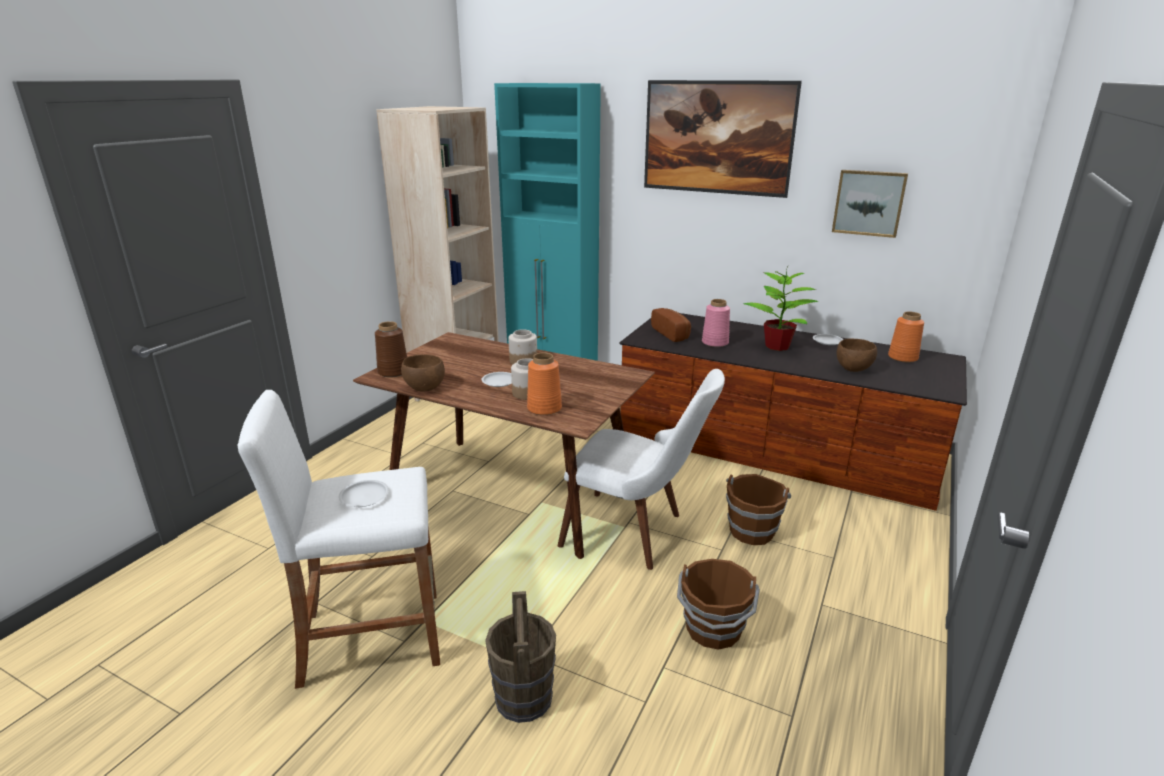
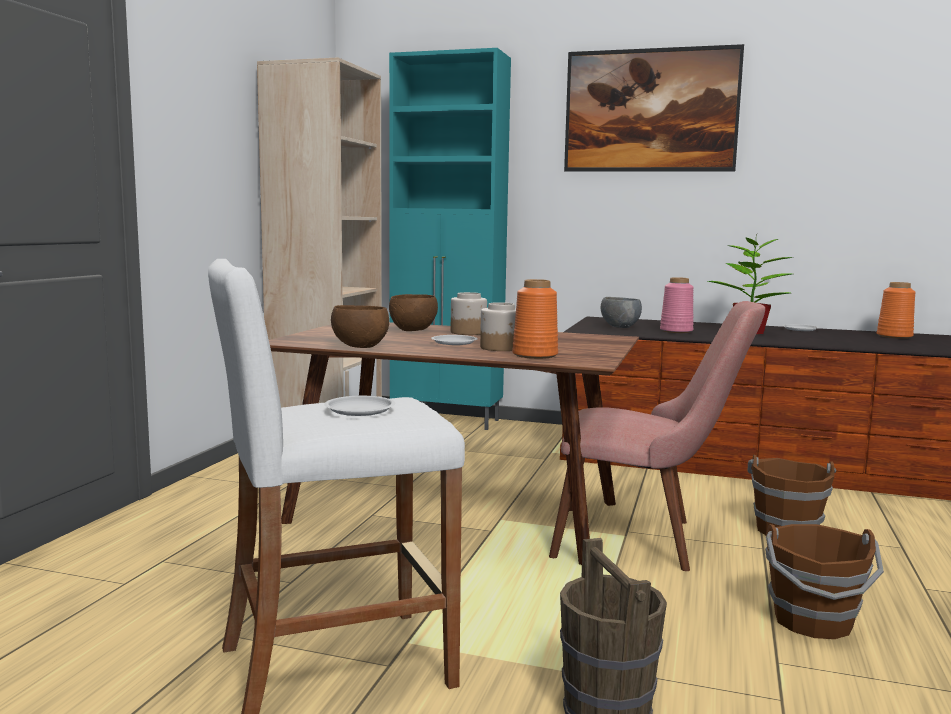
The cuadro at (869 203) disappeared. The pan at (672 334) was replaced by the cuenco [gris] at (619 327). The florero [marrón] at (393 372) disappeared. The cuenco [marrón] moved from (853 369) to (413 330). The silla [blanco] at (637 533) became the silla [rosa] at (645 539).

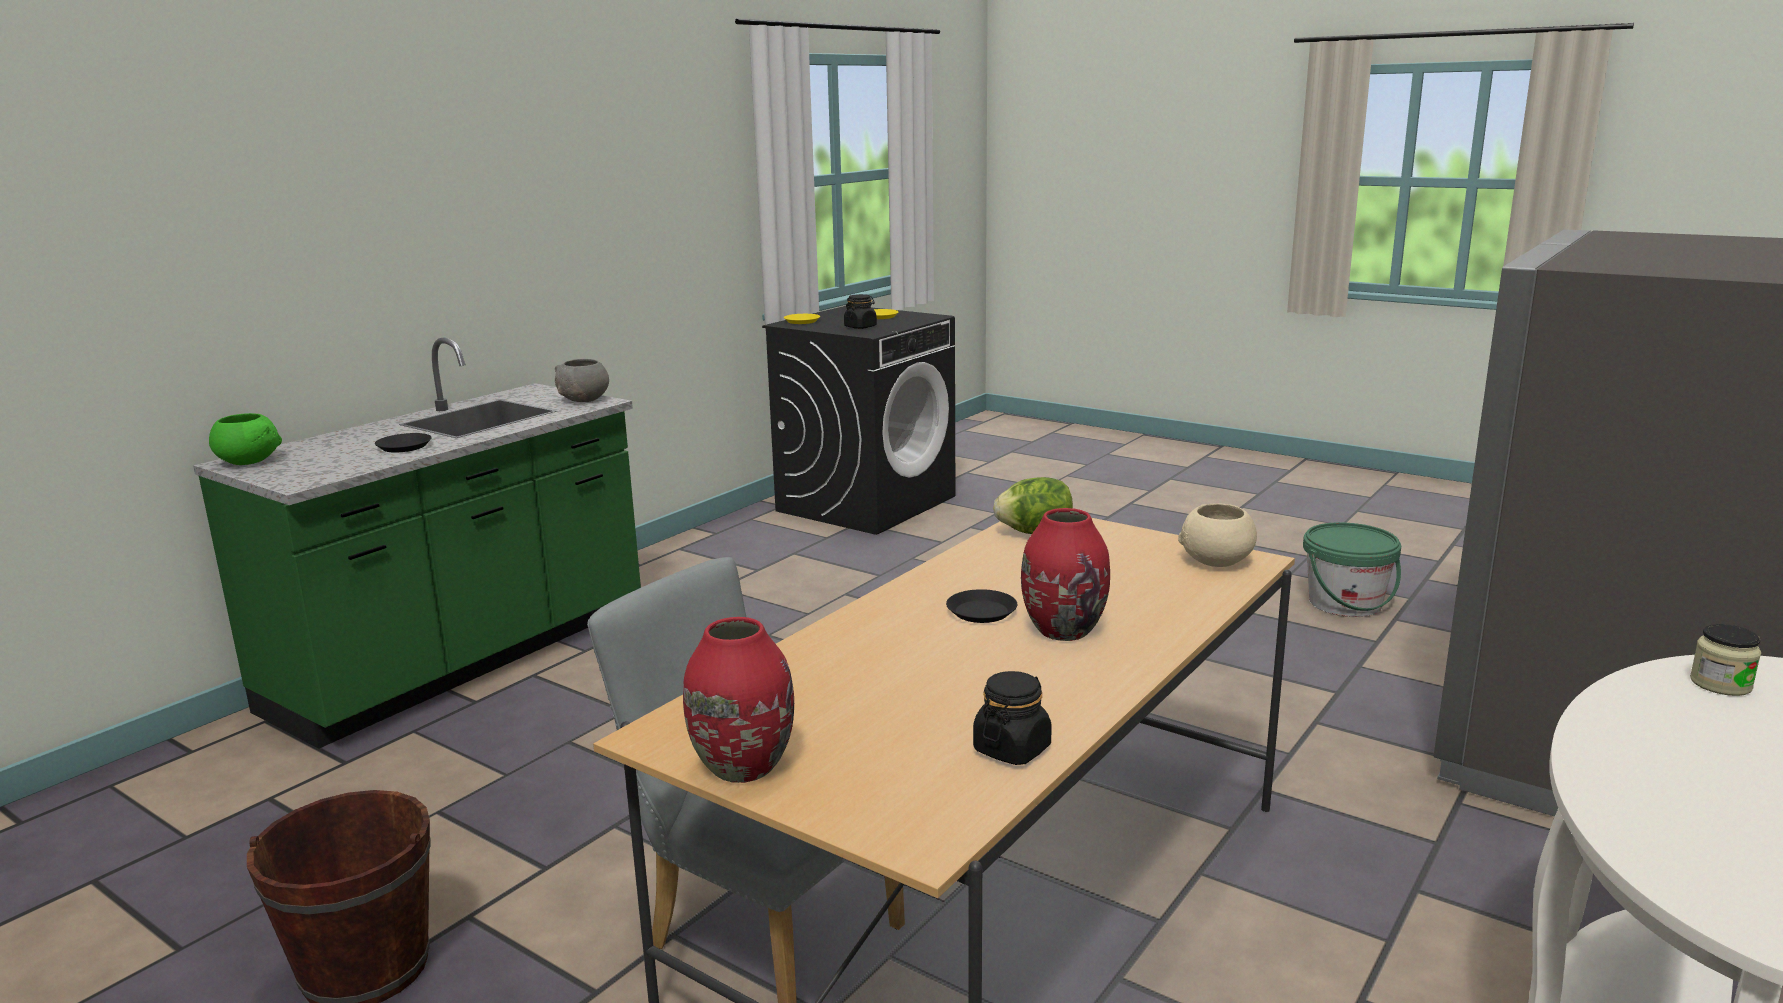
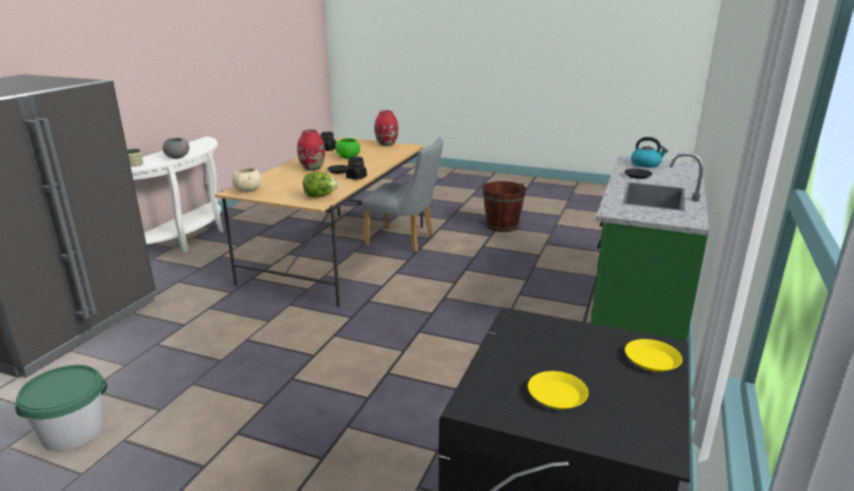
The tarro [negro] moved from (860 327) to (356 177). The cuenco [gris] moved from (584 400) to (177 157). The cuenco [verde] moved from (248 462) to (348 157). The hervidor at (646 164) appeared.

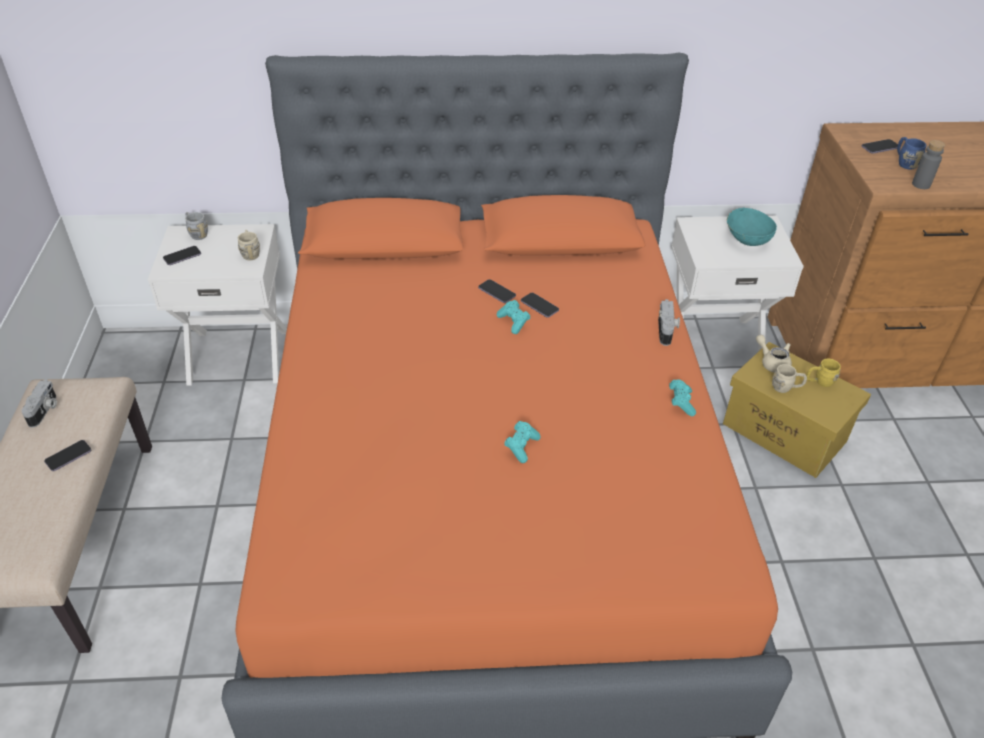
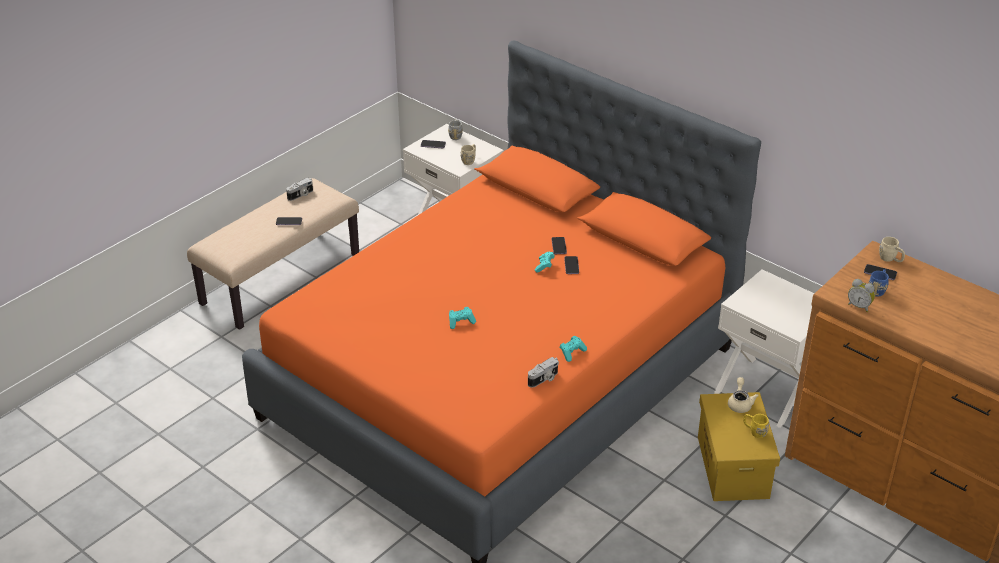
The botella [gris] at (921 184) was replaced by the despertador at (859 306). The cuenco [turquesa] at (746 239) disappeared. The cámara moved from (667 330) to (544 379). The taza grande [beis] moved from (786 388) to (890 259).

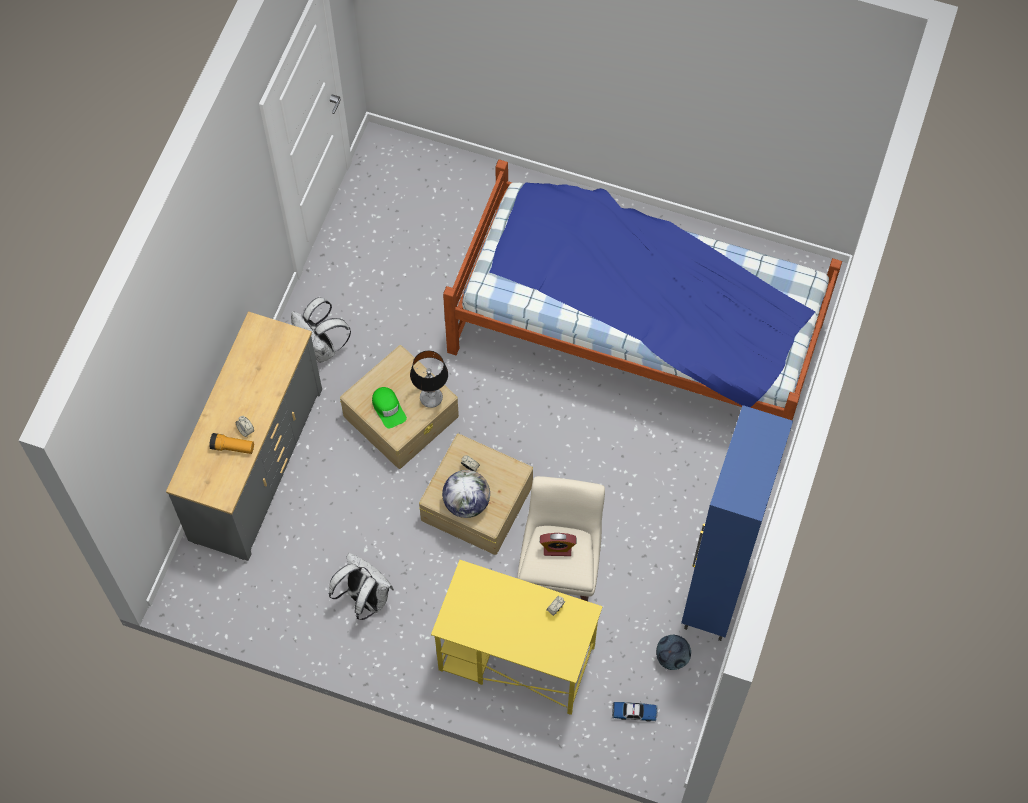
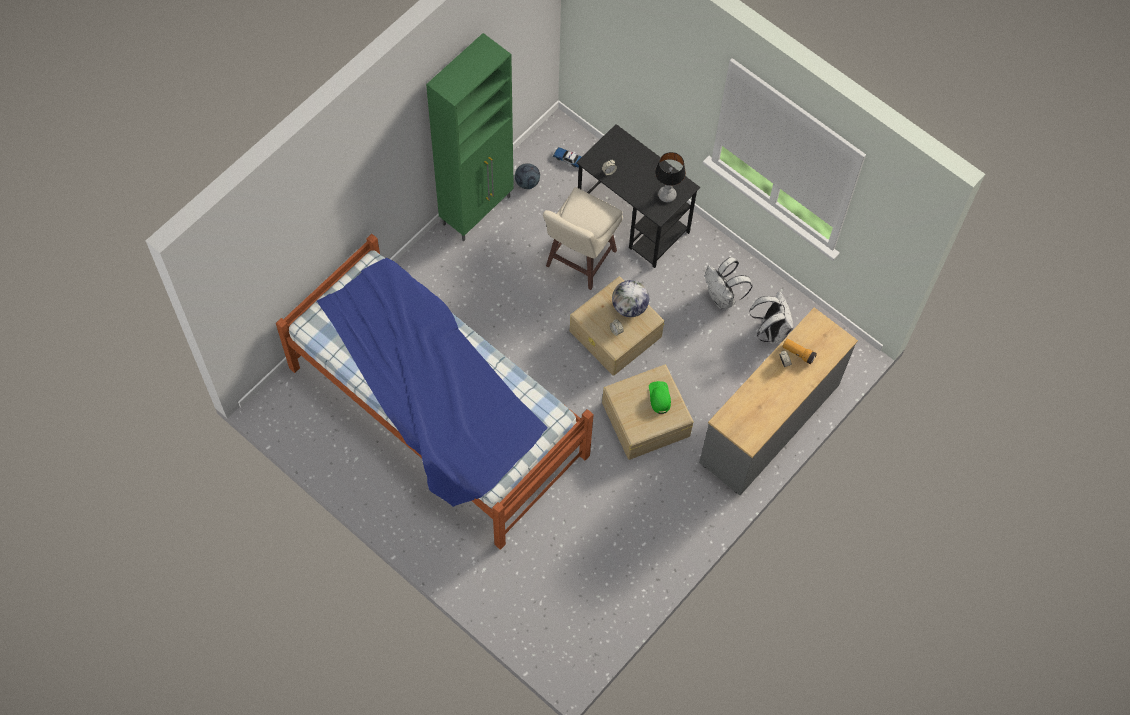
The mochila [blanco] moved from (321 348) to (771 331). The lámpara de mesa moved from (431 397) to (667 195). The armario [azul] at (714 594) became the armario [verde] at (477 210). The despertador at (557 549) disappeared. The escritorio [amarillo] at (515 658) became the escritorio [negro] at (633 220).

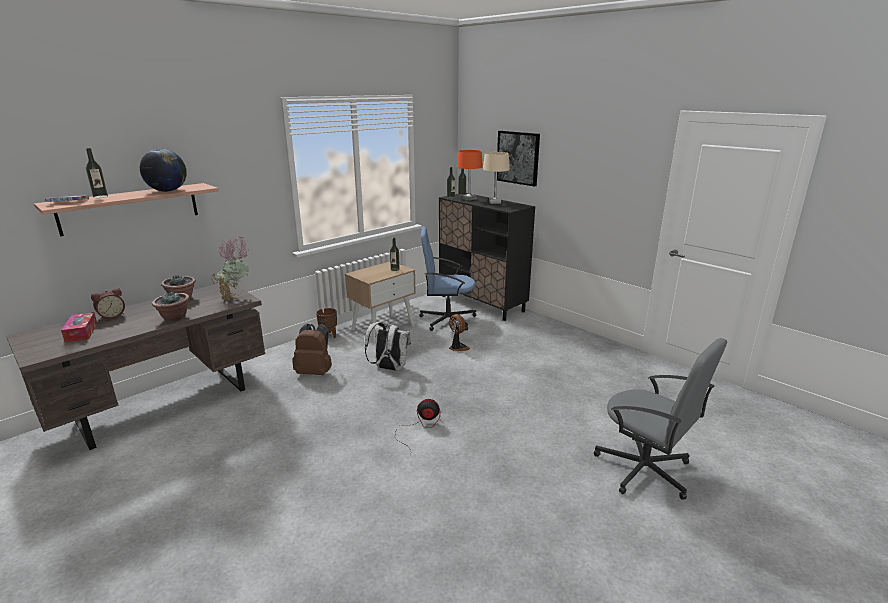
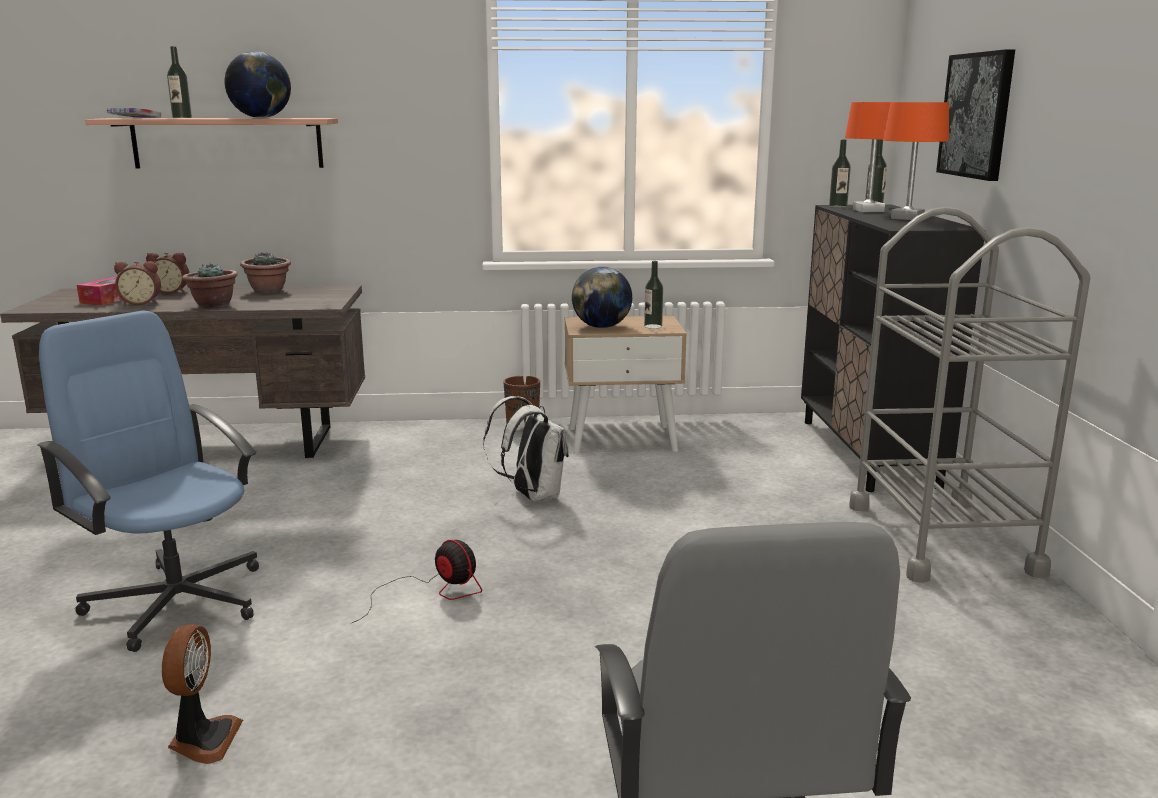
The lámpara de mesa [beis] at (494 202) became the lámpara de mesa [naranja] at (907 218). The silla de oficina [azul] moved from (447 320) to (177 600). The planta en maceta at (236 297) disappeared. The ventilador moved from (457 347) to (203 740). The mochila [marrón] at (315 372) disappeared. The carrito [gris] at (941 538) appeared. The despertador at (141 303) appeared. The globo terráqueo at (601 327) appeared.

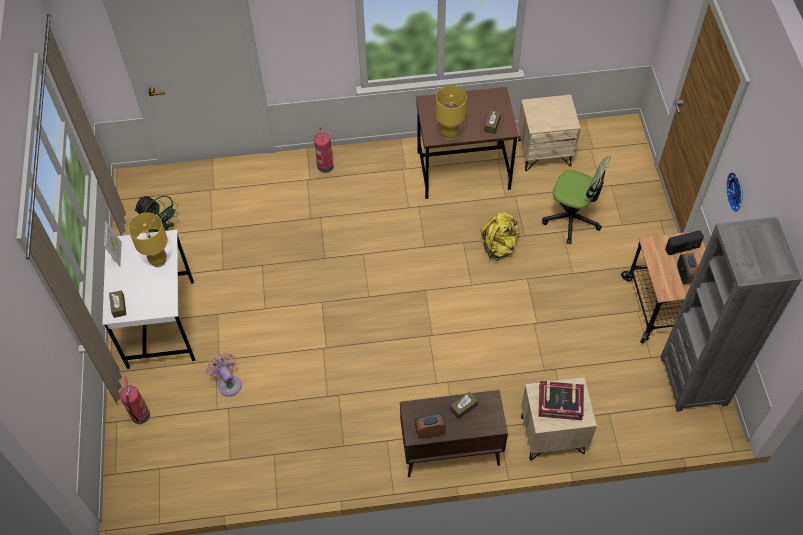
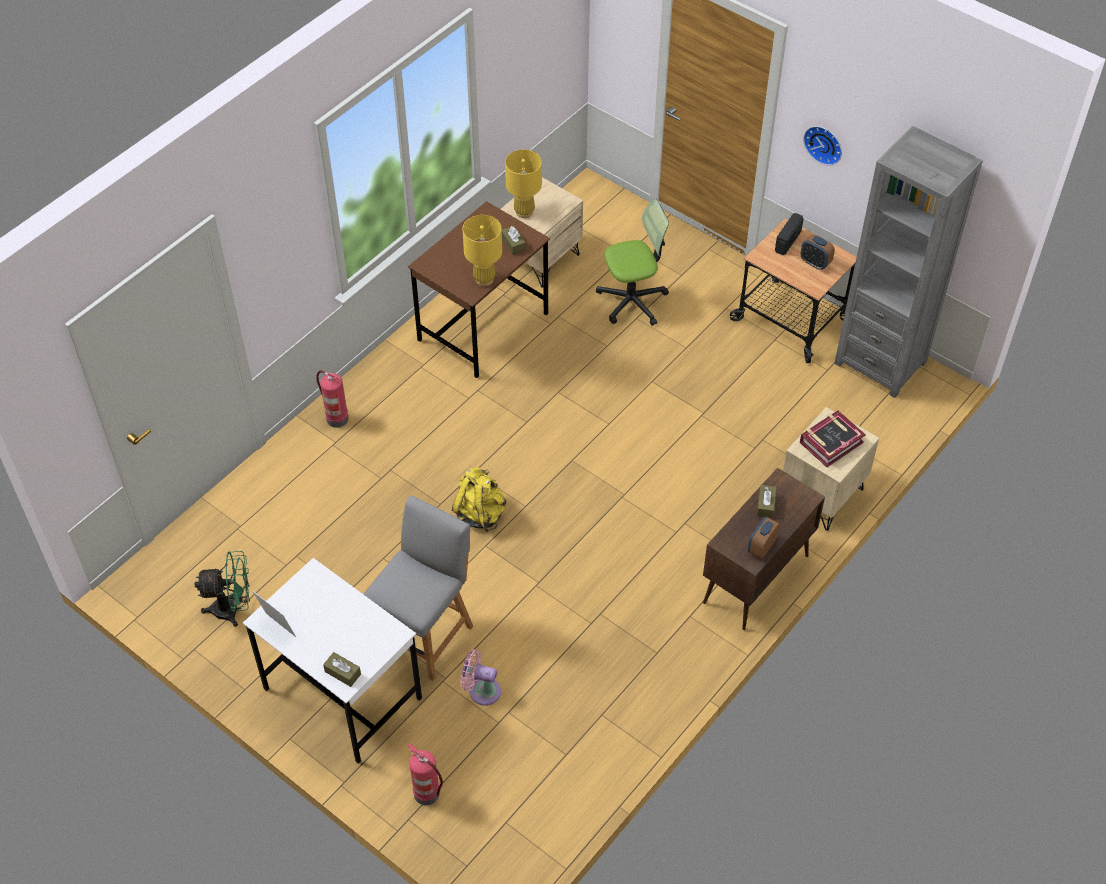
The lámpara de mesa [amarillo] moved from (158 260) to (524 212). The mochila [amarillo] moved from (499 246) to (480 513). The silla [gris] at (425 633) appeared.

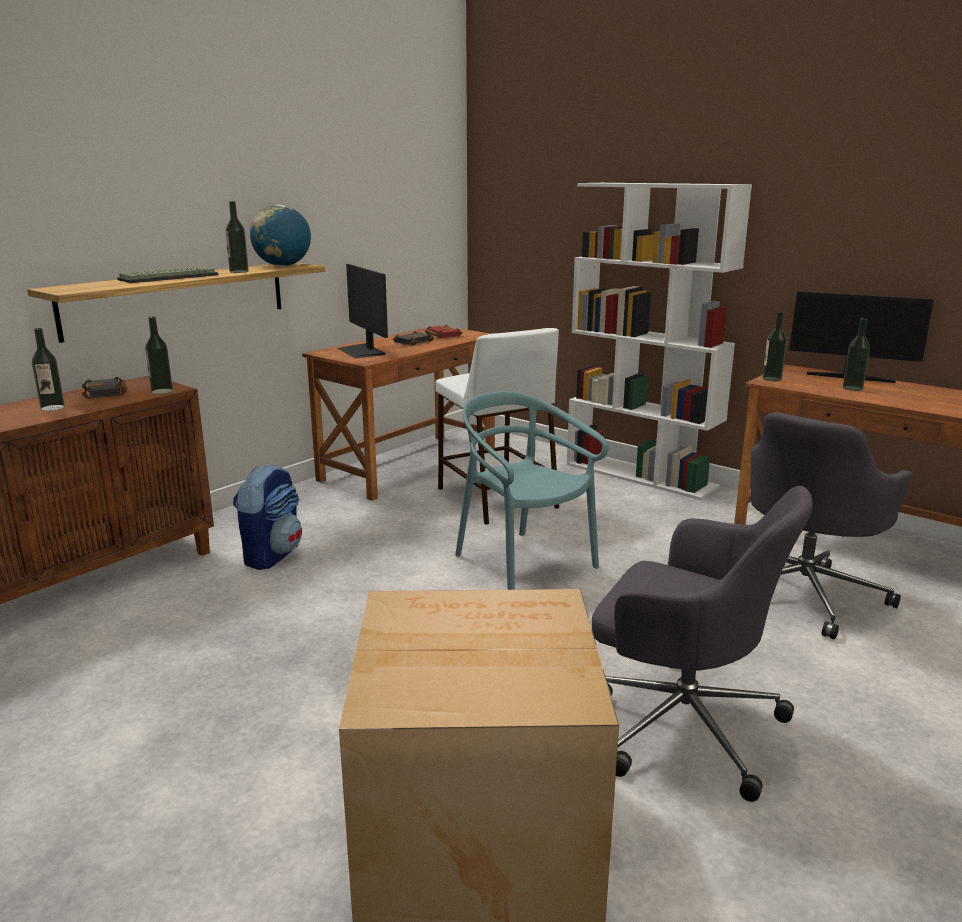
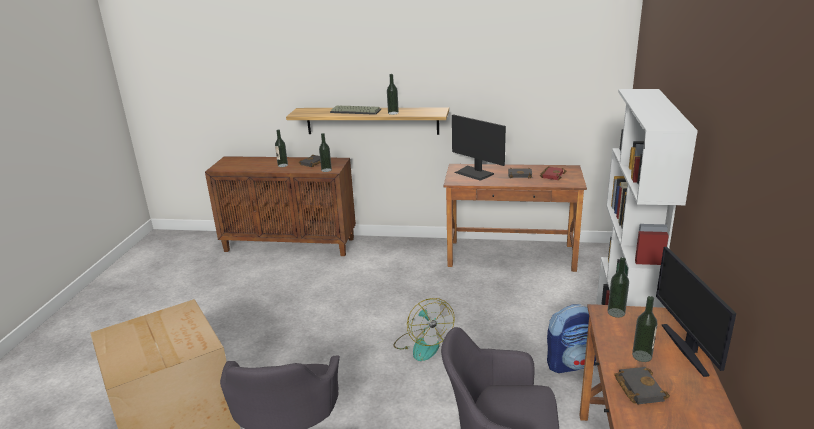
The globo terráqueo at (283 266) disappeared. The monitor at (362 351) turned 75 degrees counterclockwise. The taburete [blanco] at (495 497) disappeared. The silla [turquesa] at (523 564) was replaced by the ventilador at (422 344). The mochila moved from (271 555) to (571 363). The libro [negro] at (638 388) appeared.

